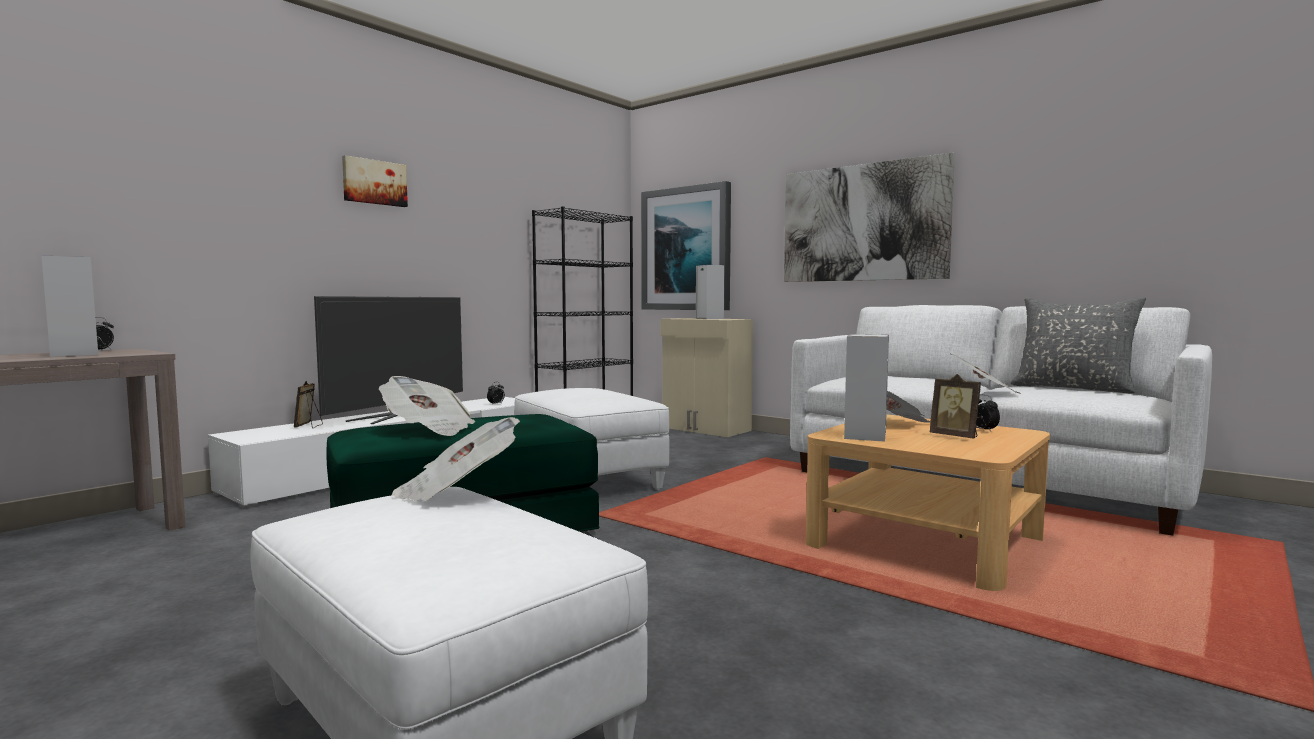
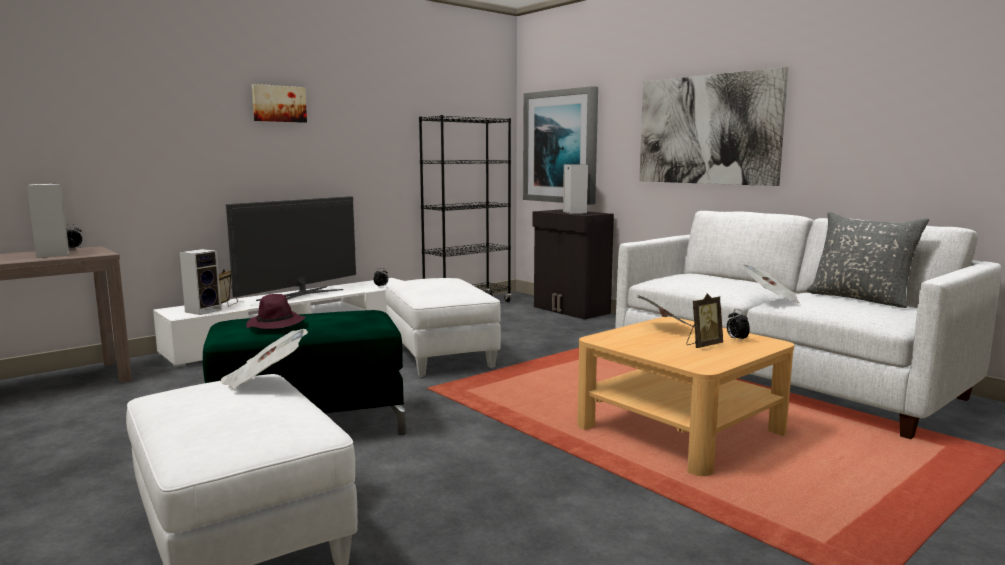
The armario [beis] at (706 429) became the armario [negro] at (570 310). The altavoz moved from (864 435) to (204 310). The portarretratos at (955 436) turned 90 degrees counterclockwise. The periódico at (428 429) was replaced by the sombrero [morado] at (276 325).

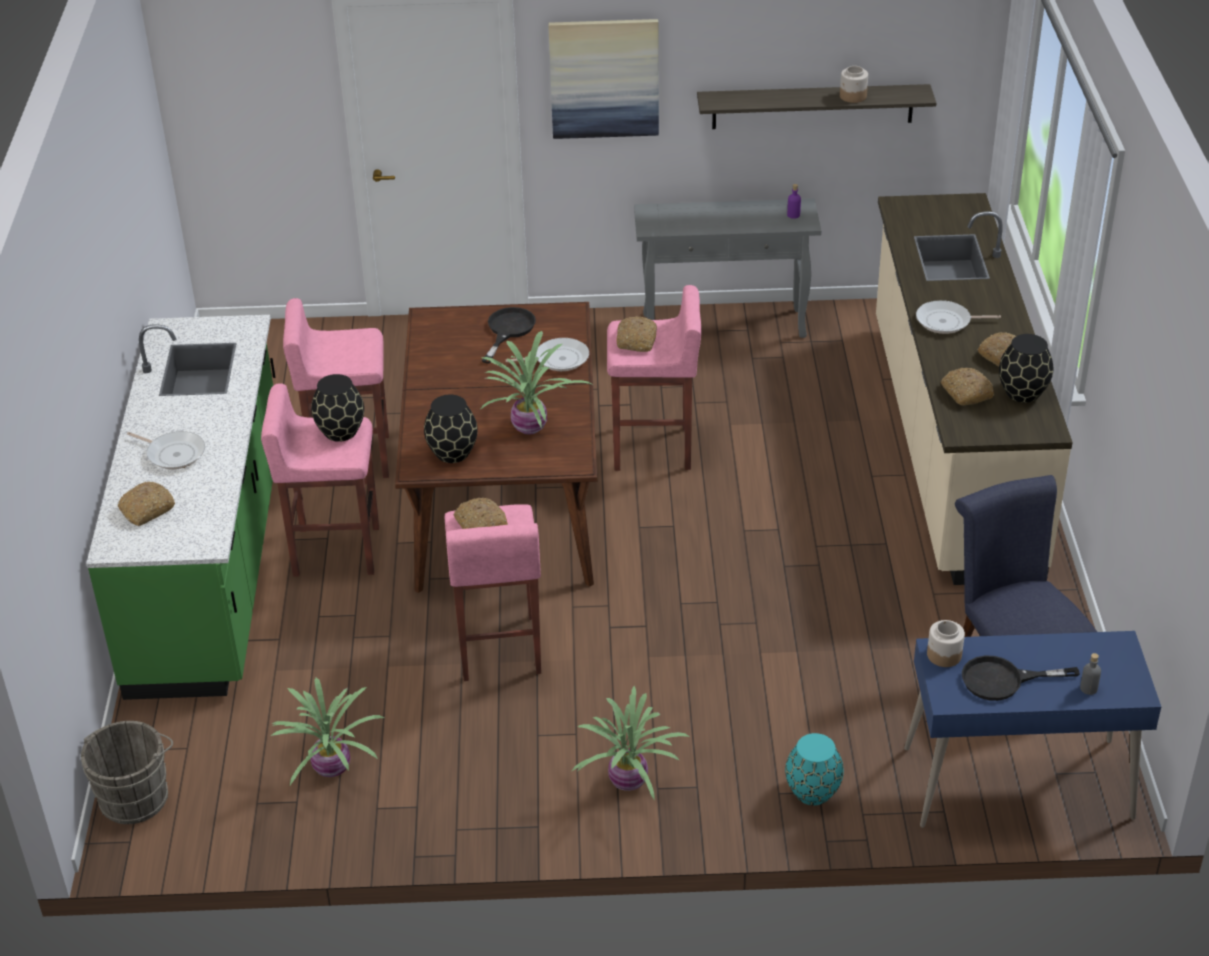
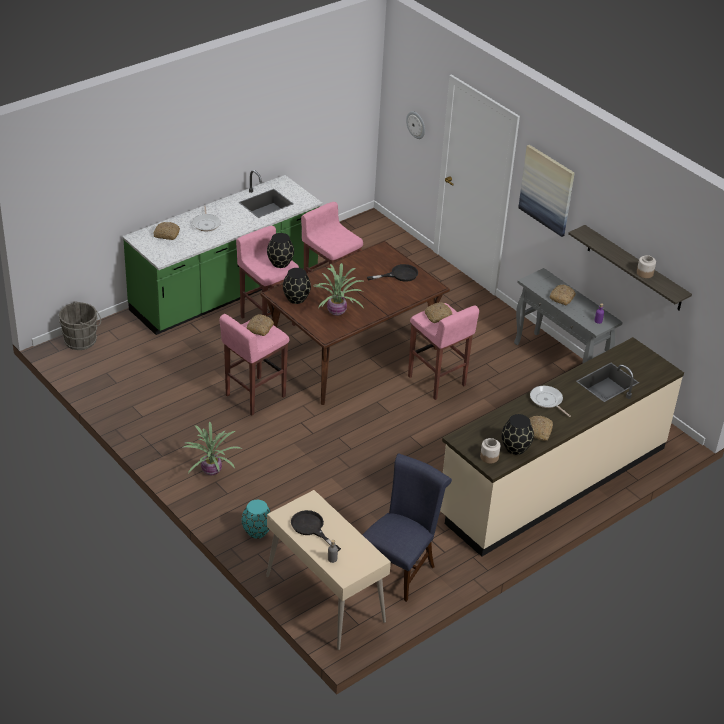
The sartén at (558 359) disappeared. The pan moved from (965 392) to (562 297). The tarro moved from (944 655) to (489 457). The escritorio [azul] at (1017 784) became the escritorio [beis] at (324 599). The planta en maceta at (330 769) disappeared. The reloj de pared at (416 124) appeared.

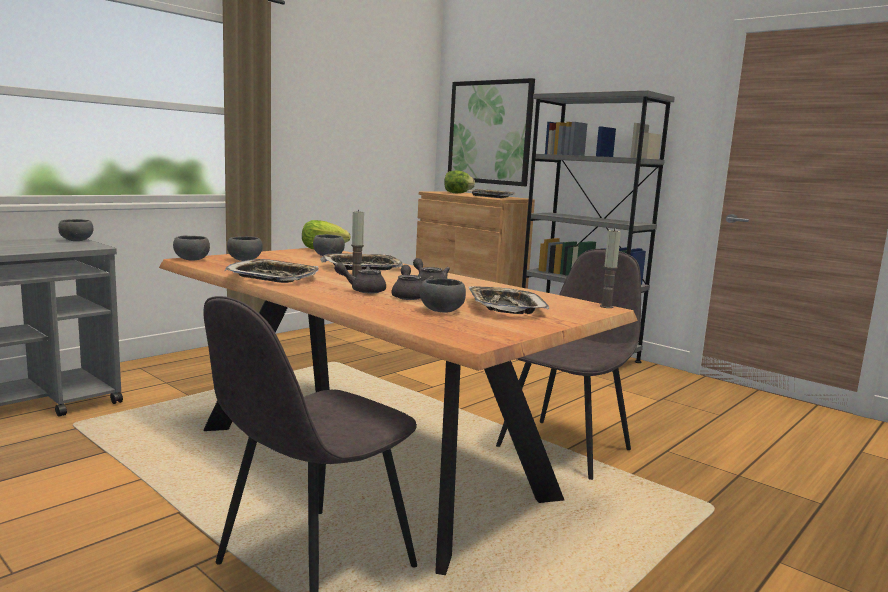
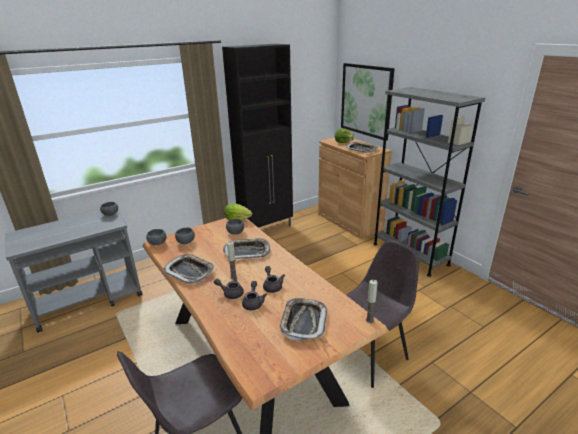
The cuenco [gris] at (442 311) disappeared. The armario [negro] at (267 229) appeared.

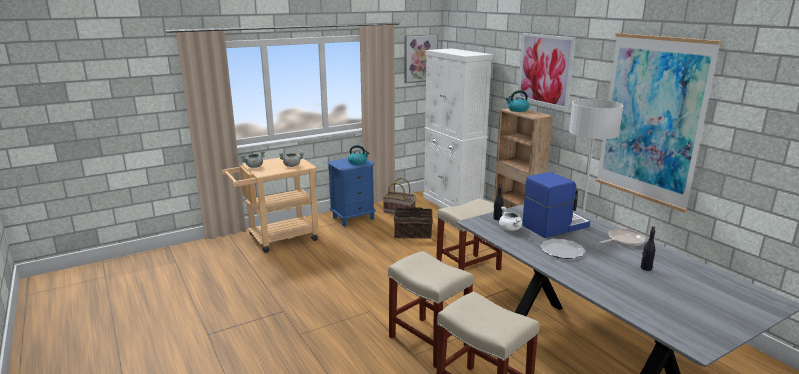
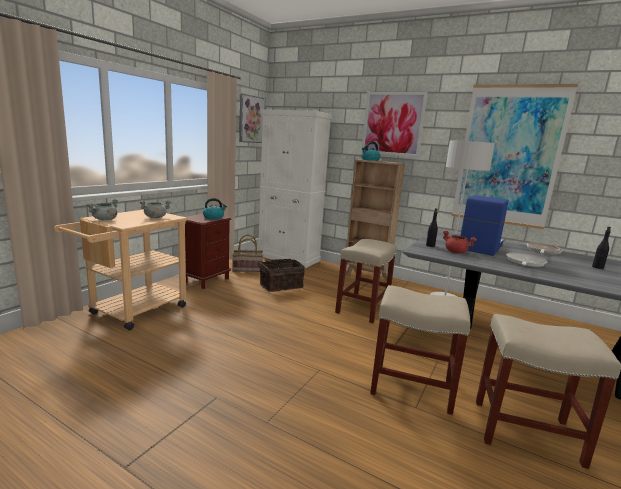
The mesita de noche [azul] at (353 218) became the mesita de noche [marrón] at (206 280). The olla [blanco] at (510 229) became the olla [rojo] at (456 252). The plato at (562 251) was replaced by the sartén at (524 263).

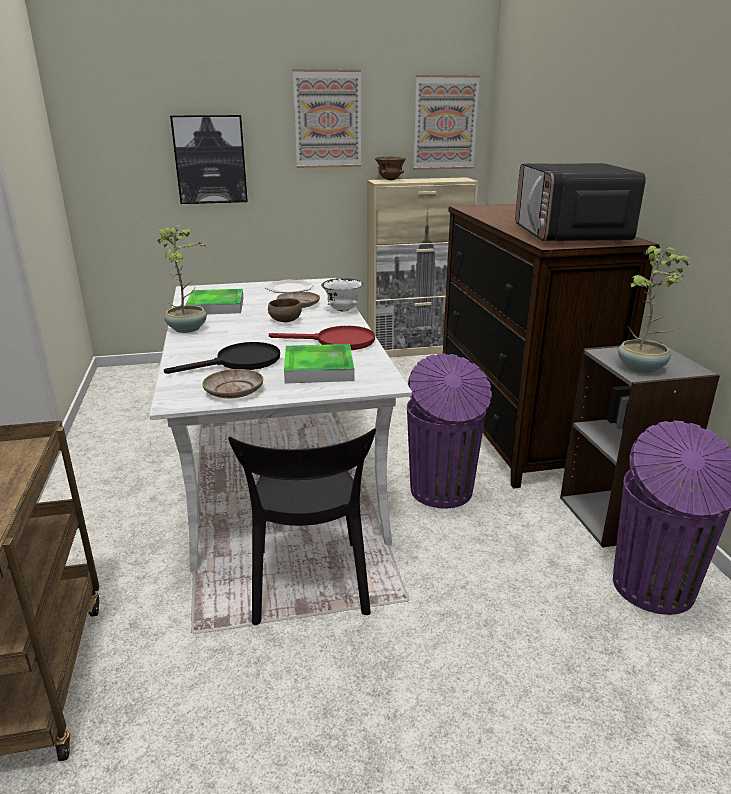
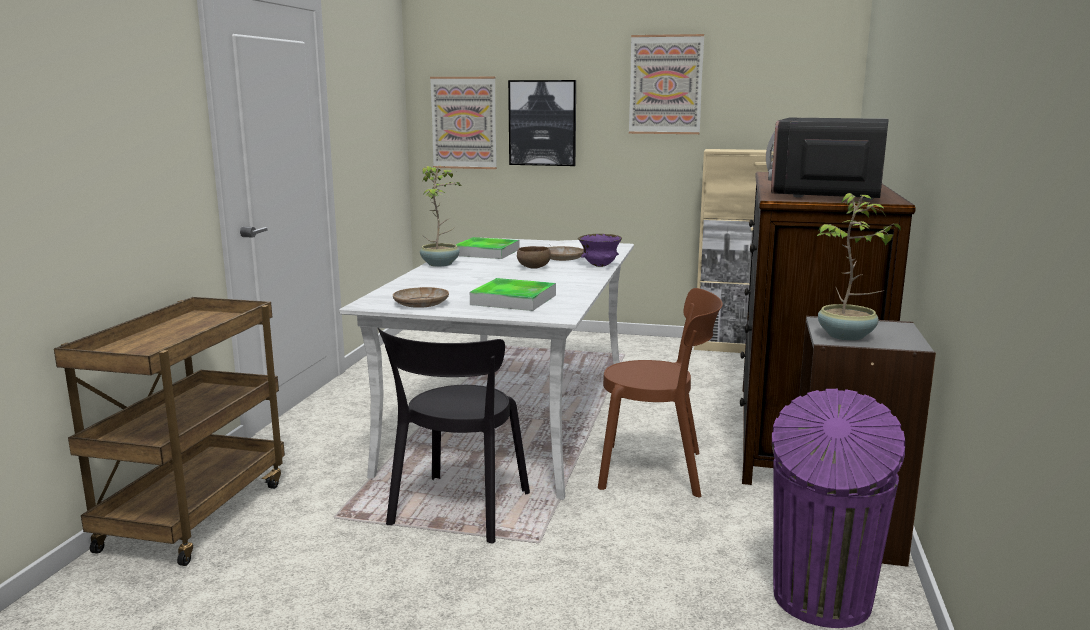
The cuadro moved from (445 123) to (464 123). The cuenco [marrón] at (389 180) disappeared. The cuenco [blanco] at (342 310) became the cuenco [morado] at (599 266). The sartén [rojo] at (337 342) disappeared. The sartén [negro] at (240 362) disappeared. The papelera [morado] at (442 492) was replaced by the silla [marrón] at (657 471).

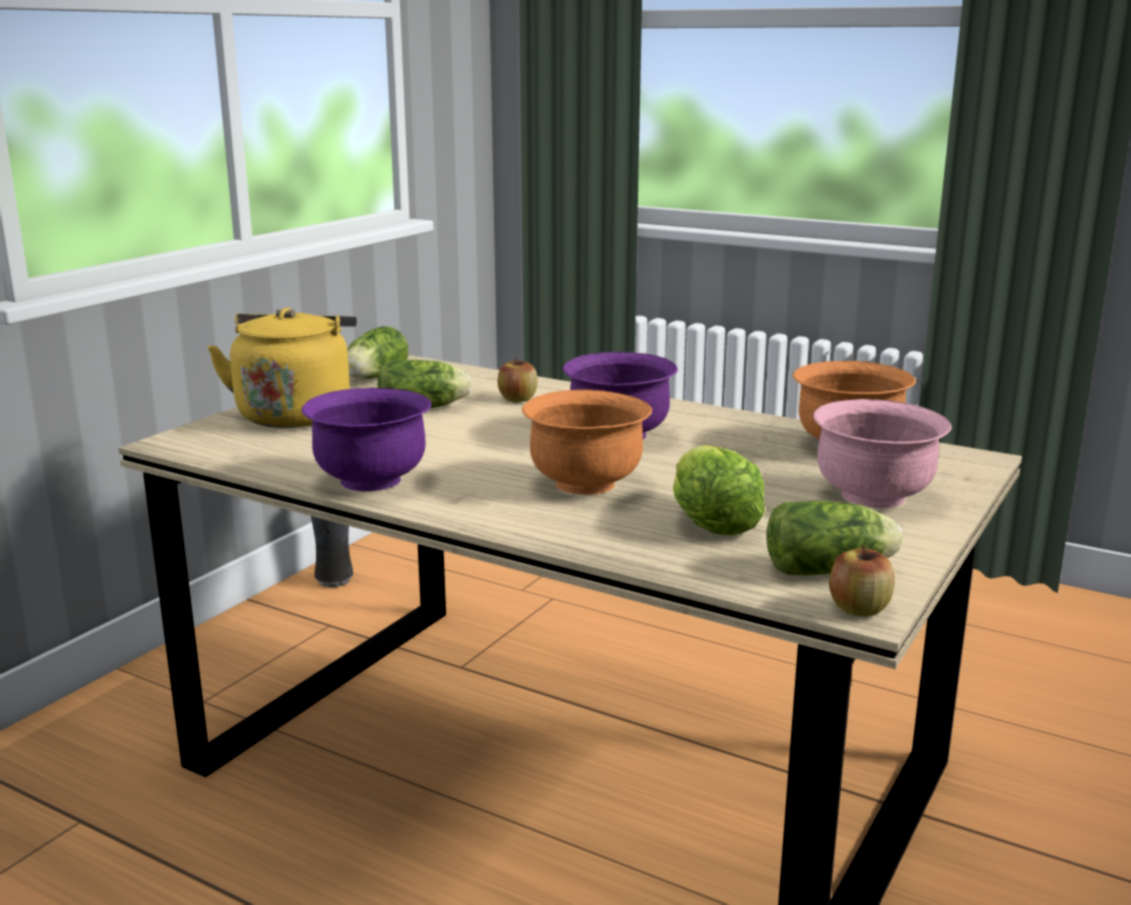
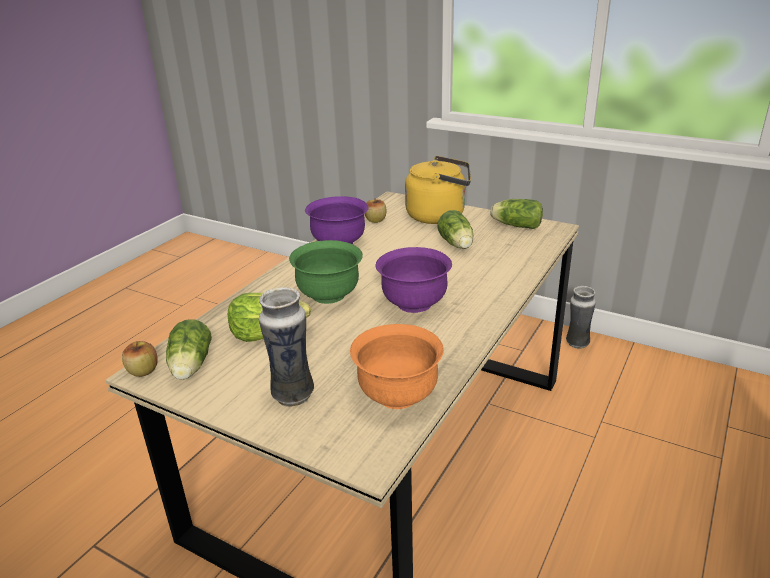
The manzana moved from (517 399) to (375 220). The cuenco [naranja] at (586 484) became the cuenco [verde] at (328 295). The cuenco [rosa] at (873 497) was replaced by the florero at (292 394).

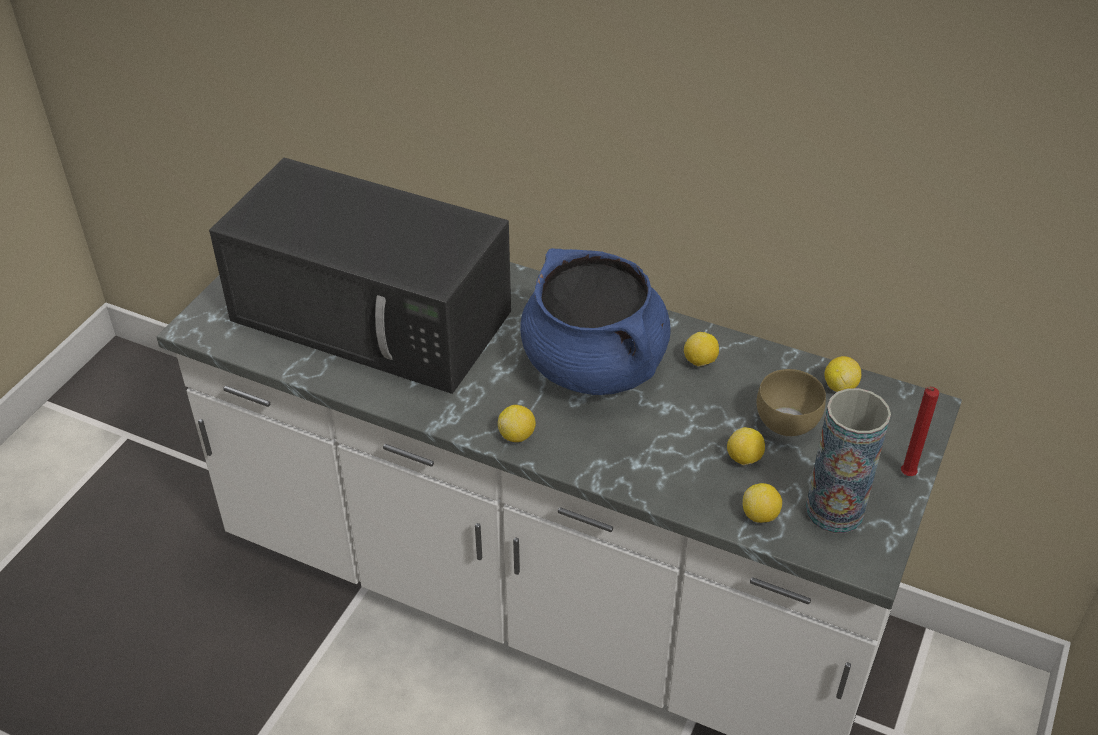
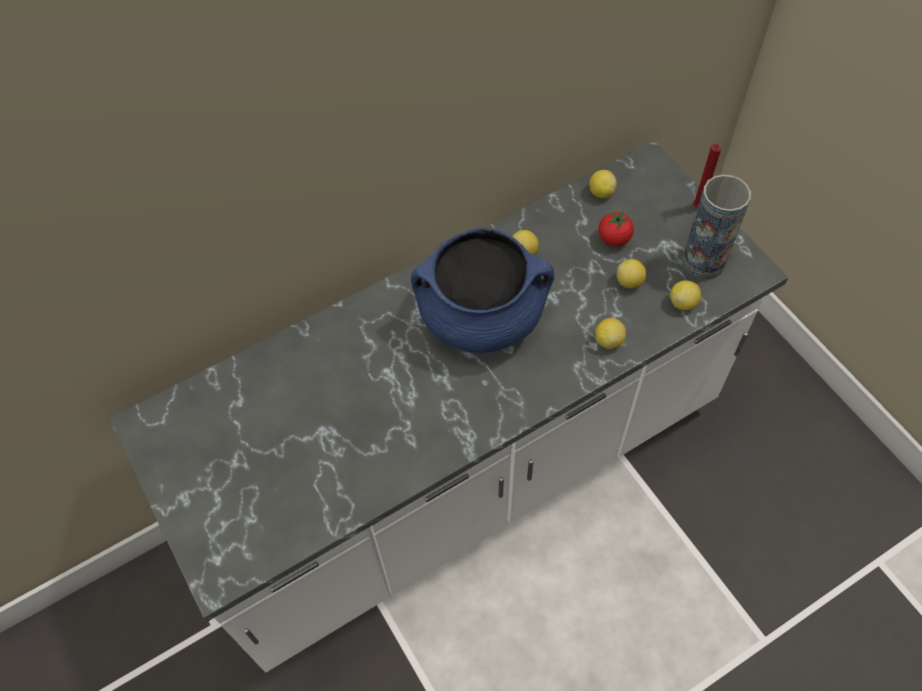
The microondas [negro] at (375 316) disappeared. The cuenco [marrón] at (789 422) was replaced by the tomate at (614 239). The limón moved from (517 435) to (608 340).

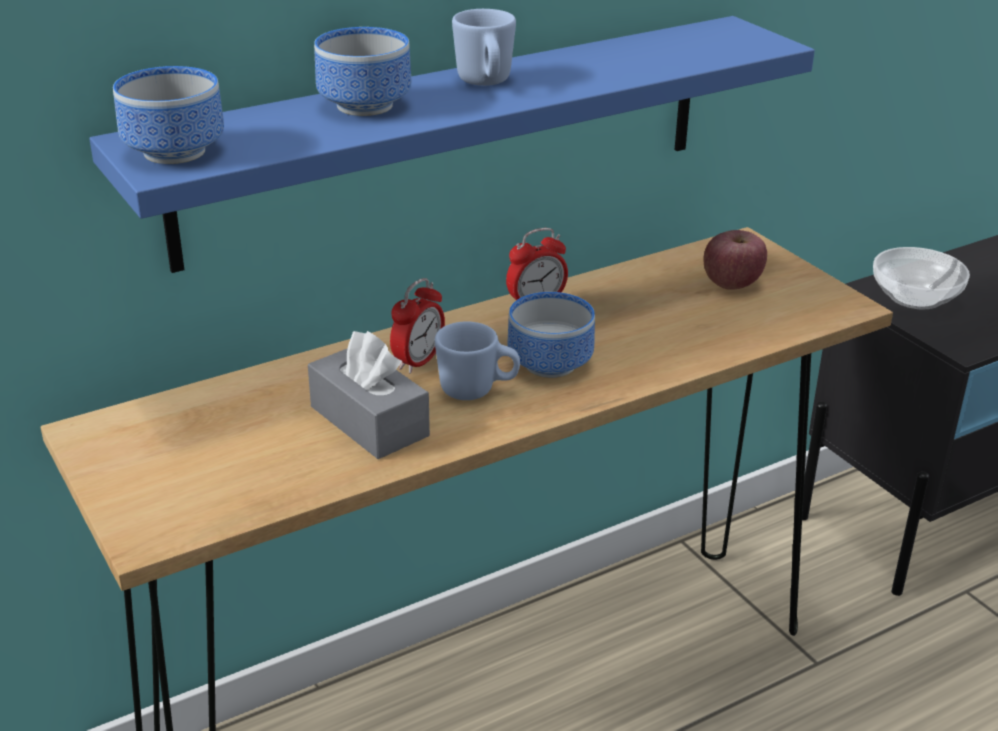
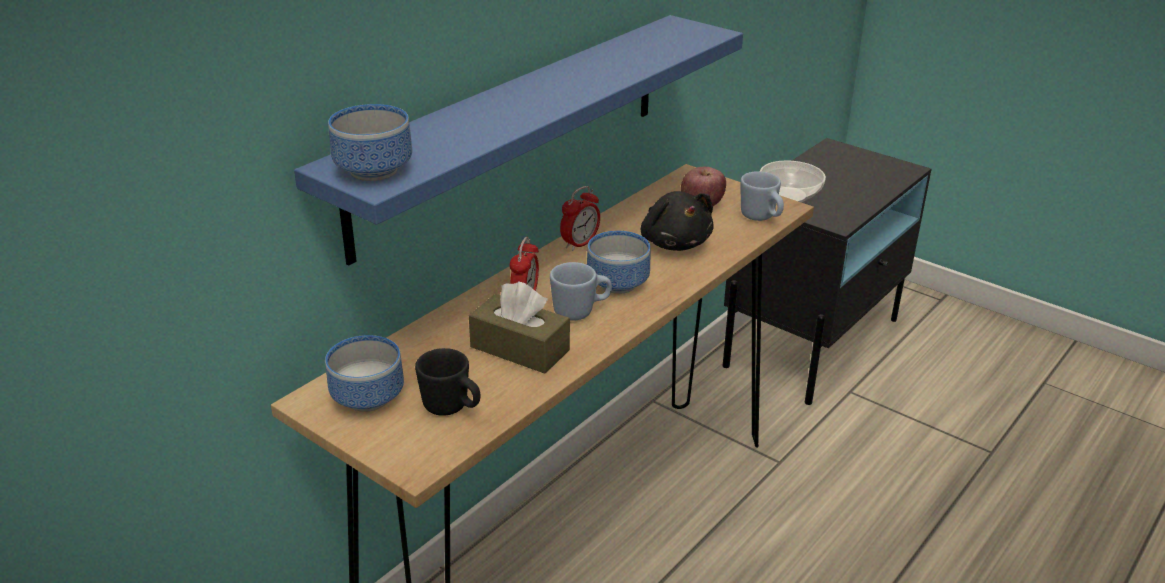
The taza grande [azul] moved from (486 83) to (761 218). The cuenco moved from (365 107) to (369 400). The caja de pañuelos [gris] at (369 421) became the caja de pañuelos [marrón] at (520 348). The peluche [negro] at (674 242) appeared. The taza grande [negro] at (452 408) appeared.

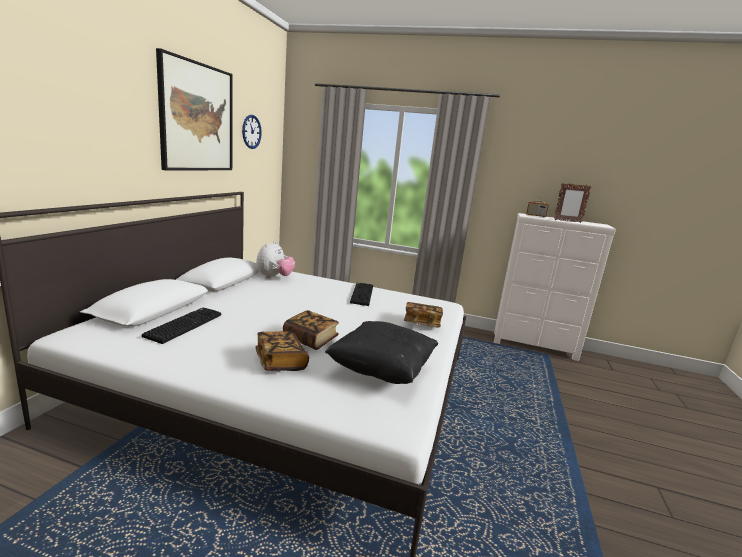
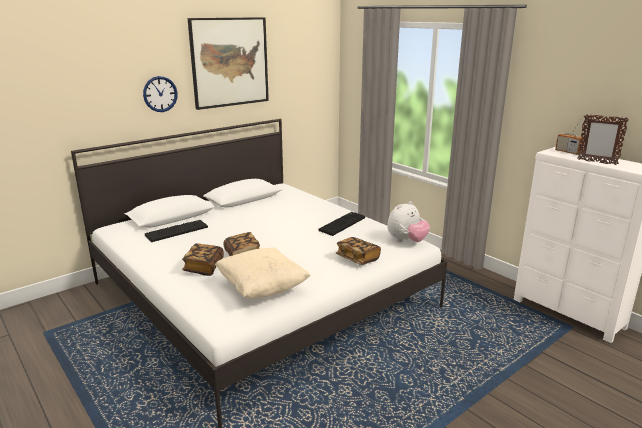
The reloj de pared moved from (251 132) to (160 94). The peluche moved from (274 277) to (406 241). The cojín [negro] at (381 371) became the cojín [beis] at (262 289).

